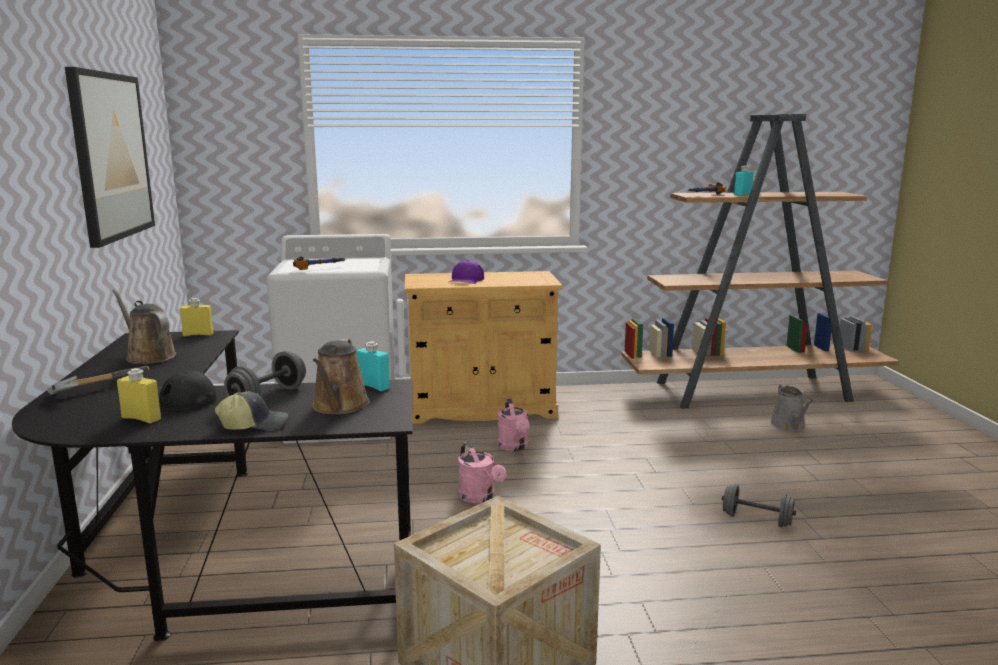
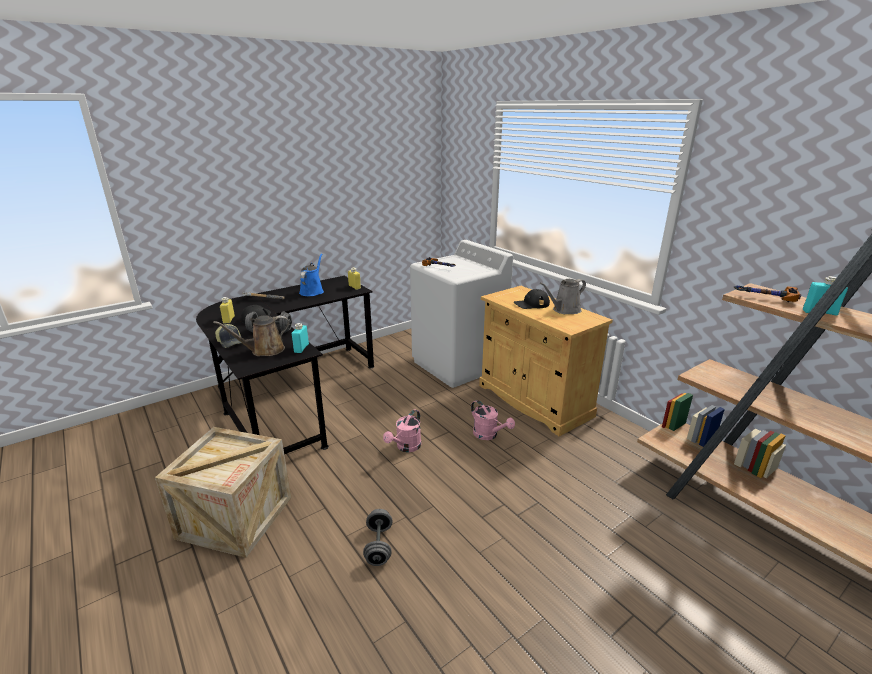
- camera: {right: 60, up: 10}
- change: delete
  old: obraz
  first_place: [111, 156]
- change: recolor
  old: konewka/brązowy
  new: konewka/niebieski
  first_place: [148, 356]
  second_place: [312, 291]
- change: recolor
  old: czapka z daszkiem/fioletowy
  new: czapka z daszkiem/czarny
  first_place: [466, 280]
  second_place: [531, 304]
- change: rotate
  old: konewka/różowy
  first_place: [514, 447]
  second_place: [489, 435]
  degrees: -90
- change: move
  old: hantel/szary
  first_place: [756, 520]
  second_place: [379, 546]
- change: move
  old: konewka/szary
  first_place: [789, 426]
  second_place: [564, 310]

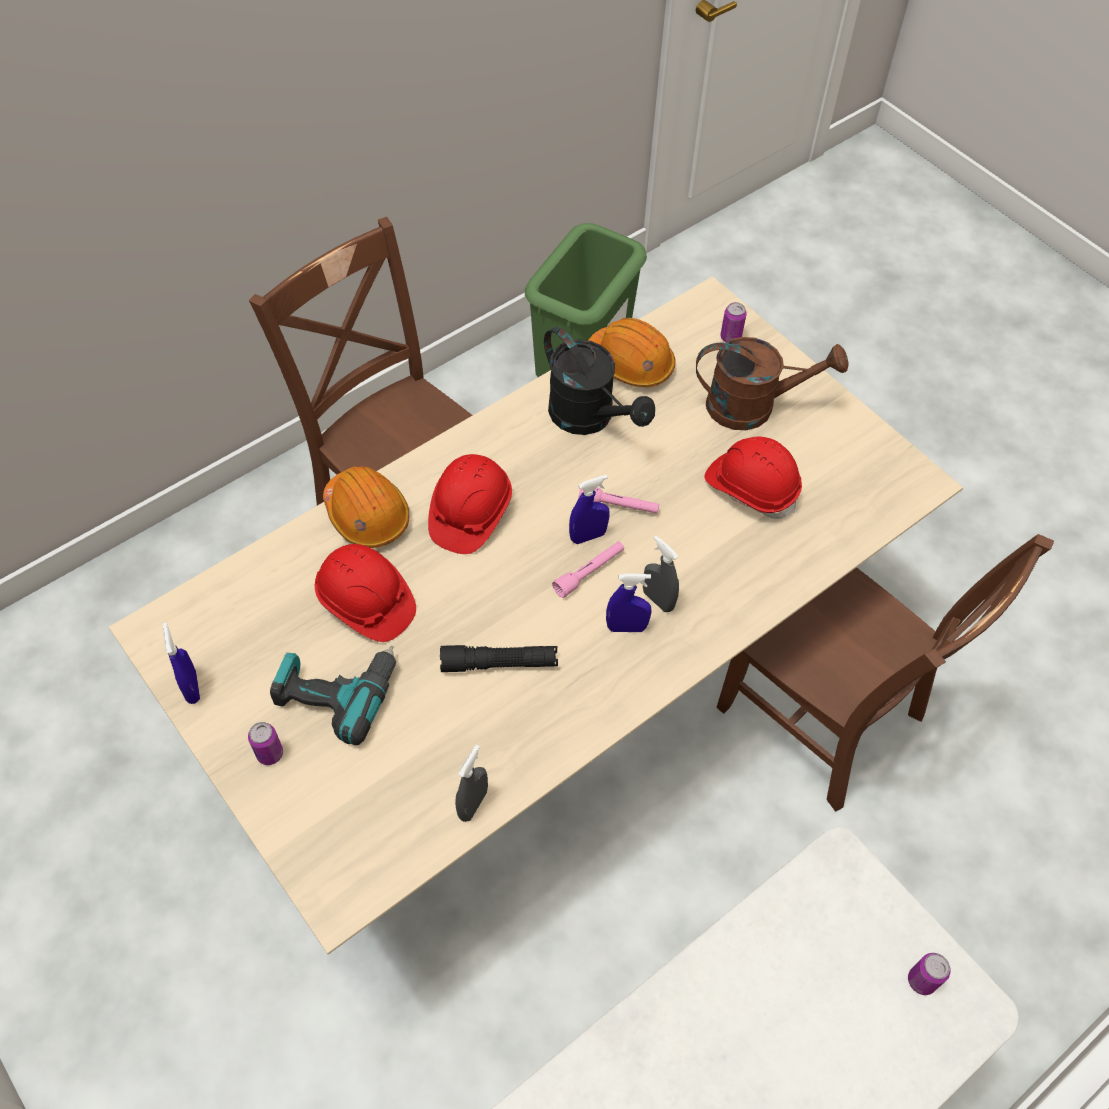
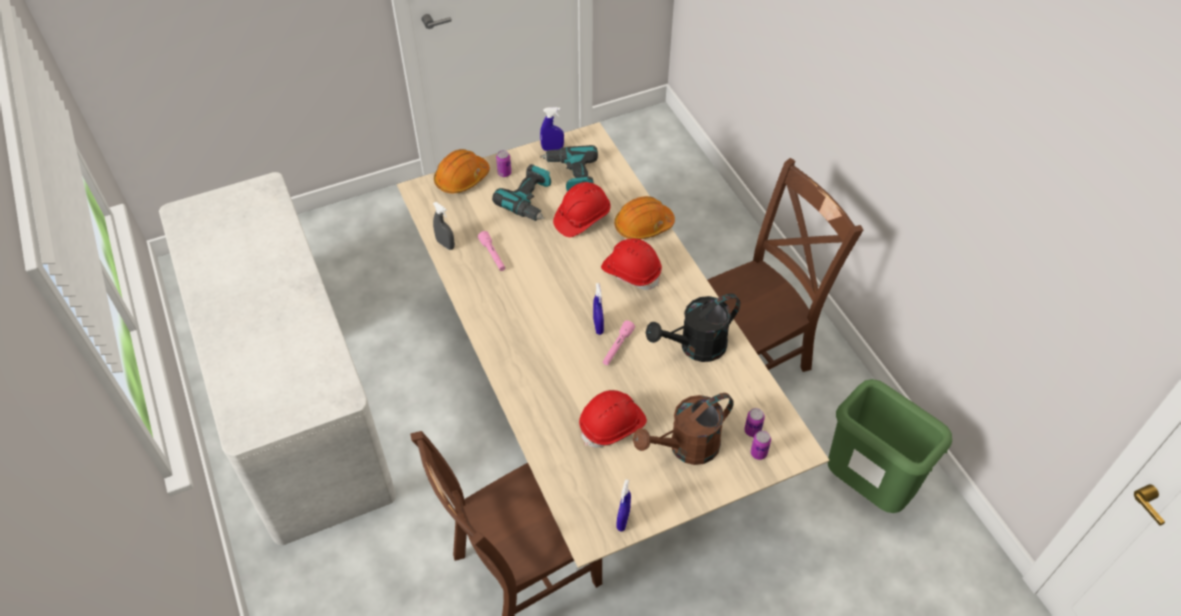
- camera: {right: 105, up: -5}
- change: delete
  old: latarka/czarny
  first_place: [499, 663]
- change: move
  old: latarka/różowy
  first_place: [589, 572]
  second_place: [493, 255]
- change: move
  old: kask/pomarańczowy
  first_place: [630, 363]
  second_place: [461, 179]
- change: move
  old: spryskiwacz/niebieski
  first_place: [626, 627]
  second_place: [623, 520]
- change: delete
  old: spryskiwacz/szary
  first_place: [658, 600]
- change: rotate
  old: konewka/brązowy
  first_place: [753, 406]
  second_place: [686, 448]
  degrees: 45
- change: move
  old: puszka
  first_place: [921, 980]
  second_place: [752, 431]
- change: insert
  new: wiertarka
  second_place: [572, 175]

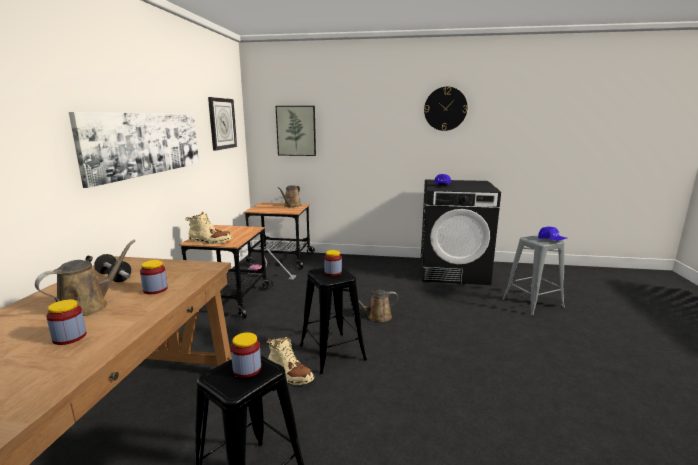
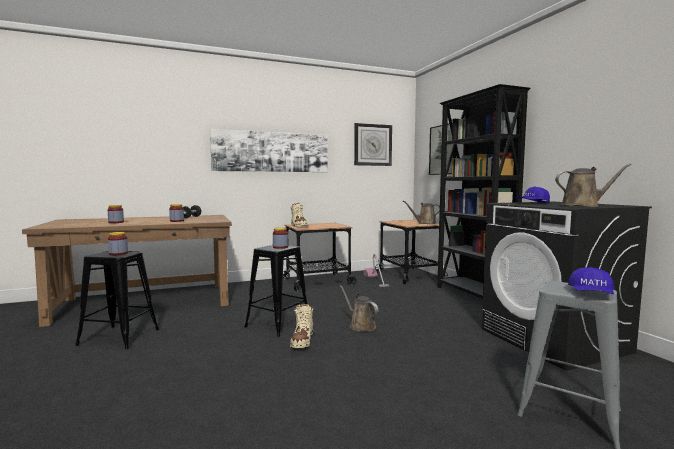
- camera: {right: 60, up: -10}
- change: move
  old: konewka/brązowy
  first_place: [88, 306]
  second_place: [583, 205]
- change: move
  old: but z cholewką/beżowy
  first_place: [290, 374]
  second_place: [302, 340]
- change: delete
  old: zegar ścienny
  first_place: [445, 109]
- change: insert
  new: regał/czarny
  second_place: [473, 296]

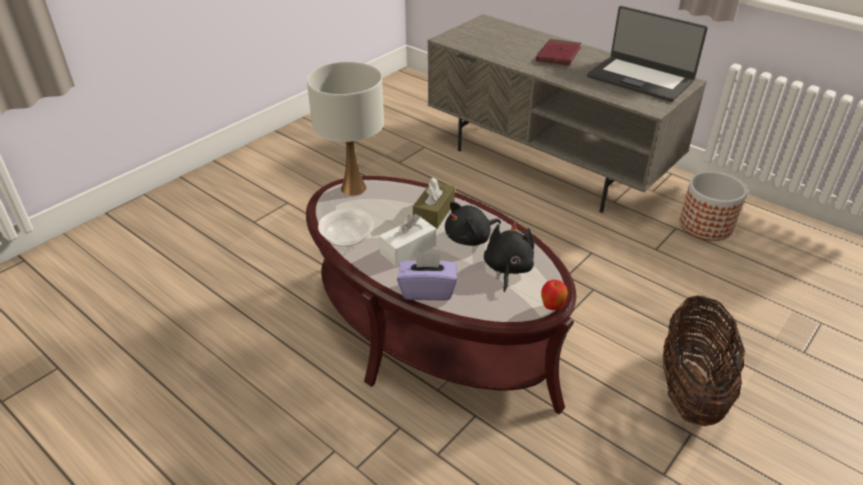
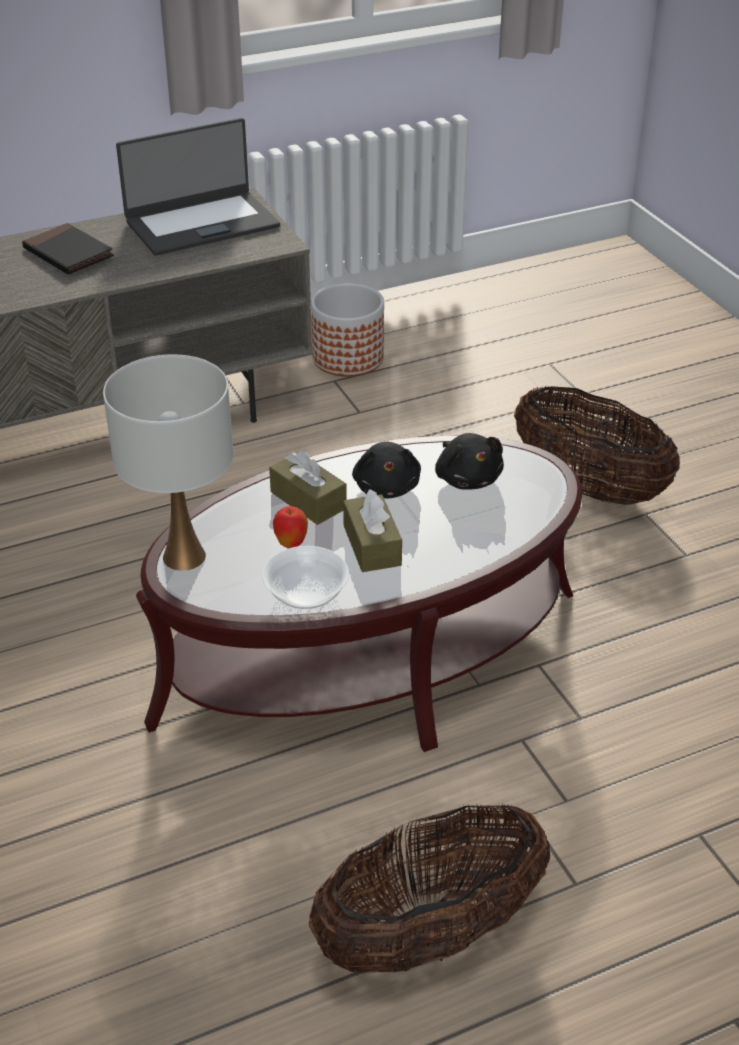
- camera: {right: -65, up: 0}
- change: recolor
  old: pudełko chusteczek/biały
  new: pudełko chusteczek/brązowy
  first_place: [408, 249]
  second_place: [372, 545]
- change: delete
  old: pudełko chusteczek/fioletowy
  first_place: [427, 290]
- change: rotate
  old: pluszak/czarny
  first_place: [507, 269]
  second_place: [467, 478]
  degrees: -150
- change: recolor
  old: książka/czerwony
  new: książka/czarny
  first_place: [558, 55]
  second_place: [68, 253]
- change: move
  old: jabłko
  first_place: [552, 307]
  second_place: [291, 544]
- change: insert
  new: koszyk
  second_place: [429, 935]

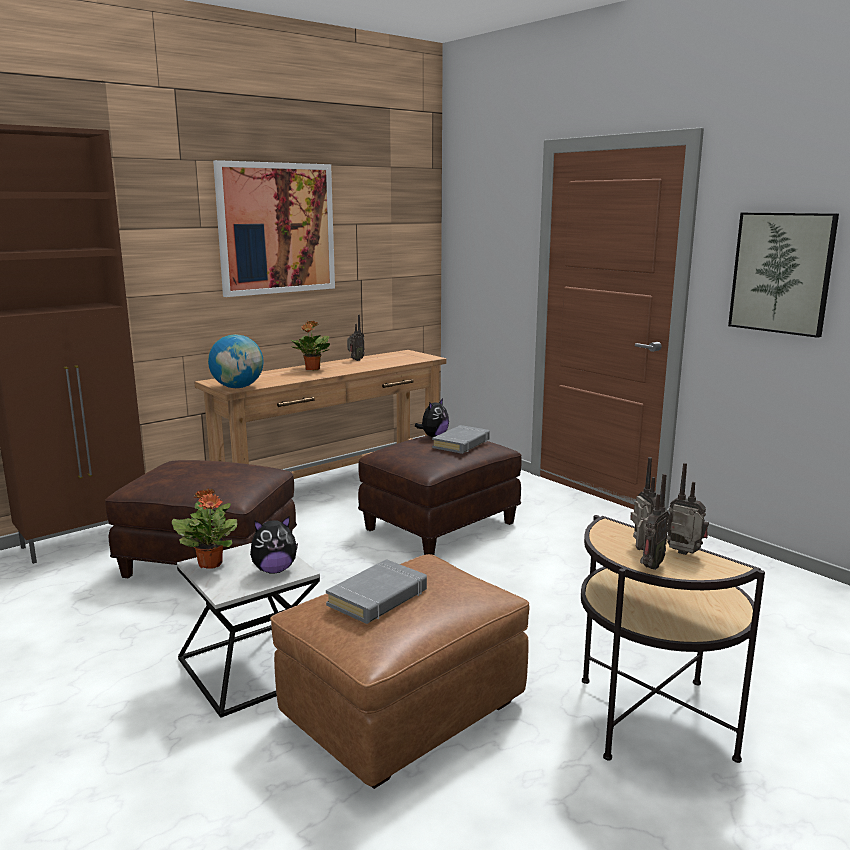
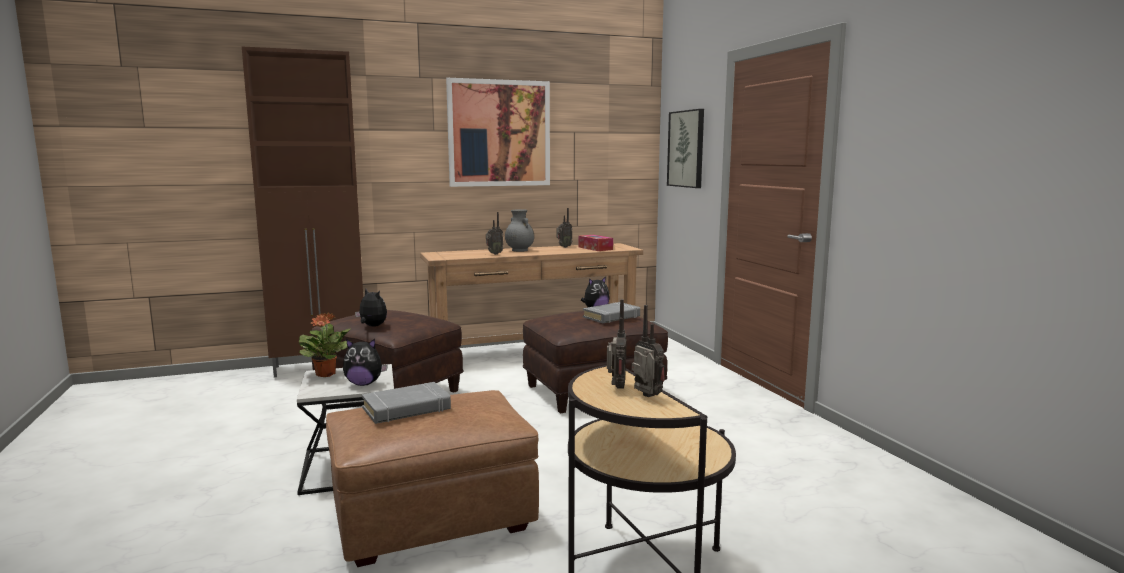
- camera: {right: 20, up: -5}
- change: delete
  old: globus
  first_place: [238, 387]
- change: replace
  old: roślina doniczkowa
  new: wazon/szary
  first_place: [312, 369]
  second_place: [519, 250]
- change: move
  old: radio
  first_place: [648, 567]
  second_place: [494, 254]
- change: move
  old: obraz
  first_place: [782, 273]
  second_place: [686, 149]
- change: insert
  new: pluszak
  second_place: [372, 326]
- change: insert
  new: pudełko chusteczek
  second_place: [595, 248]

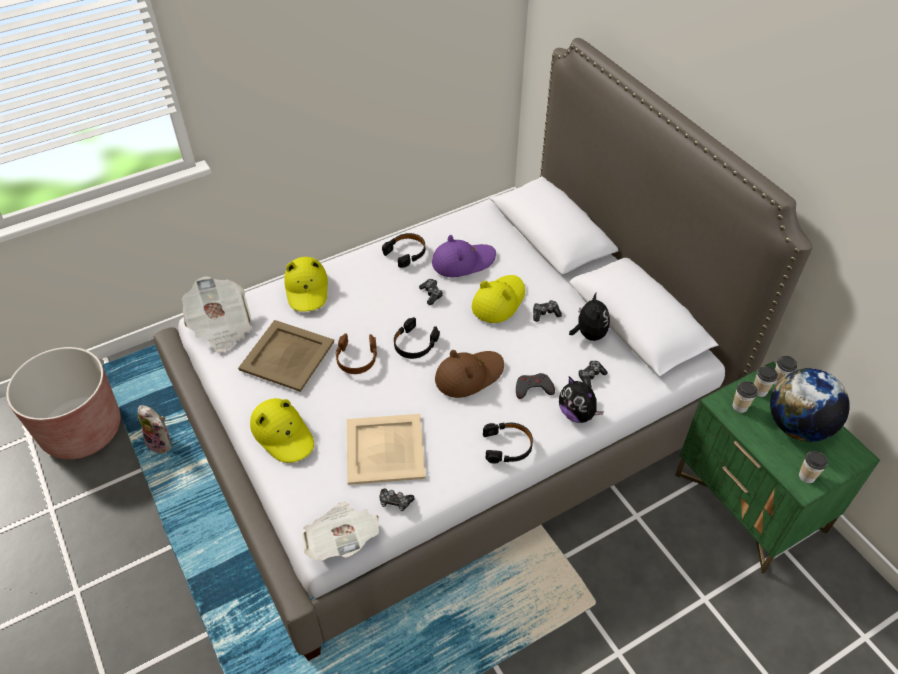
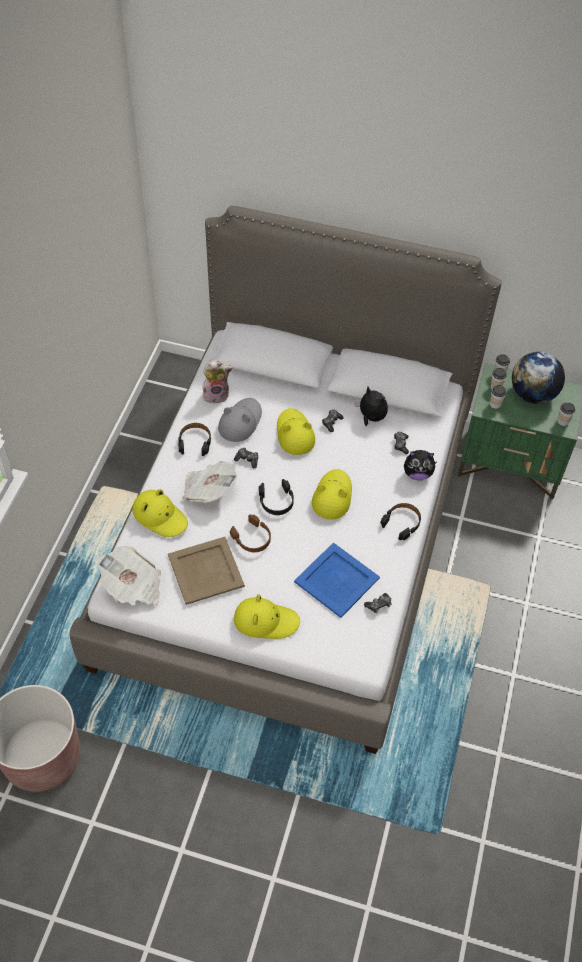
- camera: {right: -45, up: 5}
- change: move
  old: pluszak
  first_place: [162, 443]
  second_place: [216, 395]
- change: move
  old: gazeta
  first_place: [342, 540]
  second_place: [209, 490]
- change: recolor
  old: taca/beżowy
  new: taca/niebieski
  first_place: [384, 448]
  second_place: [336, 580]
- change: recolor
  old: kapelusz/fioletowy
  new: kapelusz/szary
  first_place: [463, 261]
  second_place: [240, 422]
- change: recolor
  old: kapelusz/brązowy
  new: kapelusz/żółty
  first_place: [469, 375]
  second_place: [332, 496]
- change: delete
  old: pad do gier/szary
  first_place: [533, 388]

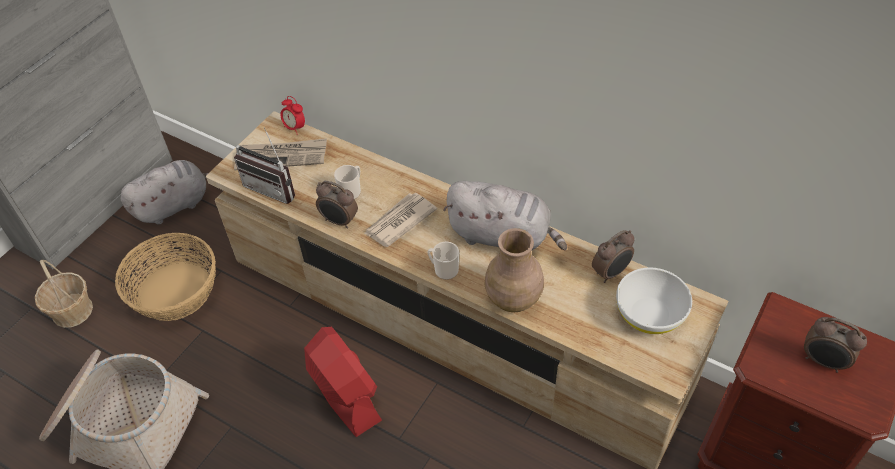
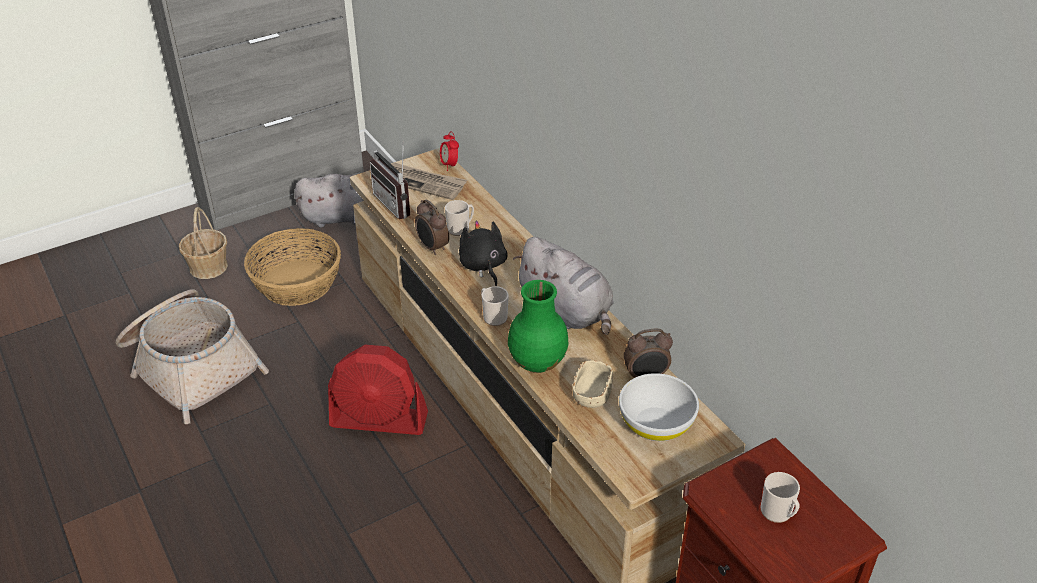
- camera: {right: 25, up: -10}
- change: rotate
  old: wentylator/czerwony
  first_place: [344, 395]
  second_place: [379, 420]
  degrees: 105
- change: replace
  old: gazeta
  new: pluszak/czarny
  first_place: [399, 221]
  second_place: [483, 266]
- change: recolor
  old: wazon/brązowy
  new: wazon/zielony
  first_place: [513, 299]
  second_place: [537, 362]
- change: replace
  old: budzik
  new: kubek
  first_place: [823, 361]
  second_place: [778, 513]
- change: insert
  new: miska/beżowy
  second_place: [591, 395]

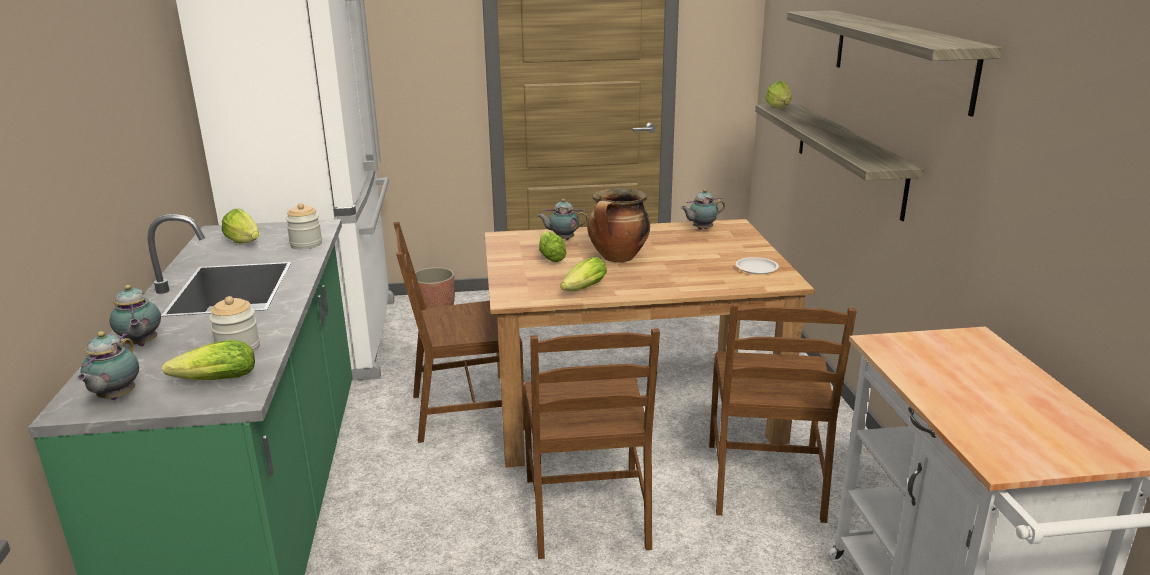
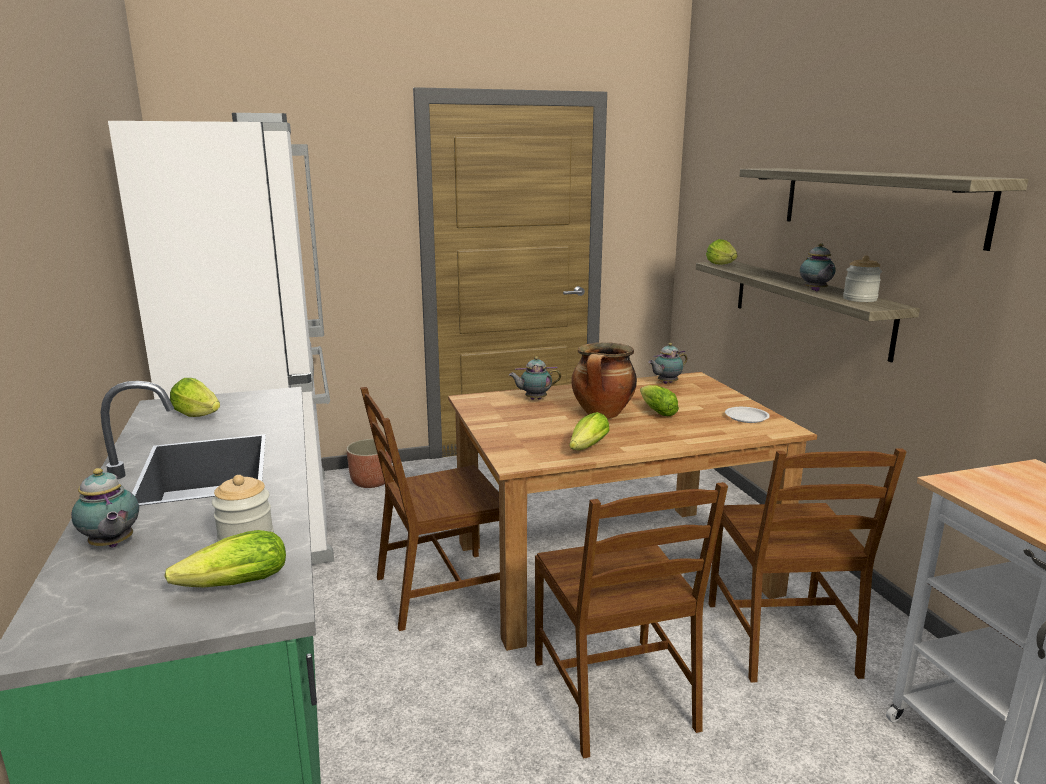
- camera: {right: -10, up: -5}
- change: move
  old: imbryk
  first_place: [115, 398]
  second_place: [815, 291]
- change: move
  old: słoik
  first_place: [306, 244]
  second_place: [859, 299]
- change: move
  old: sałata
  first_place: [551, 256]
  second_place: [655, 411]

